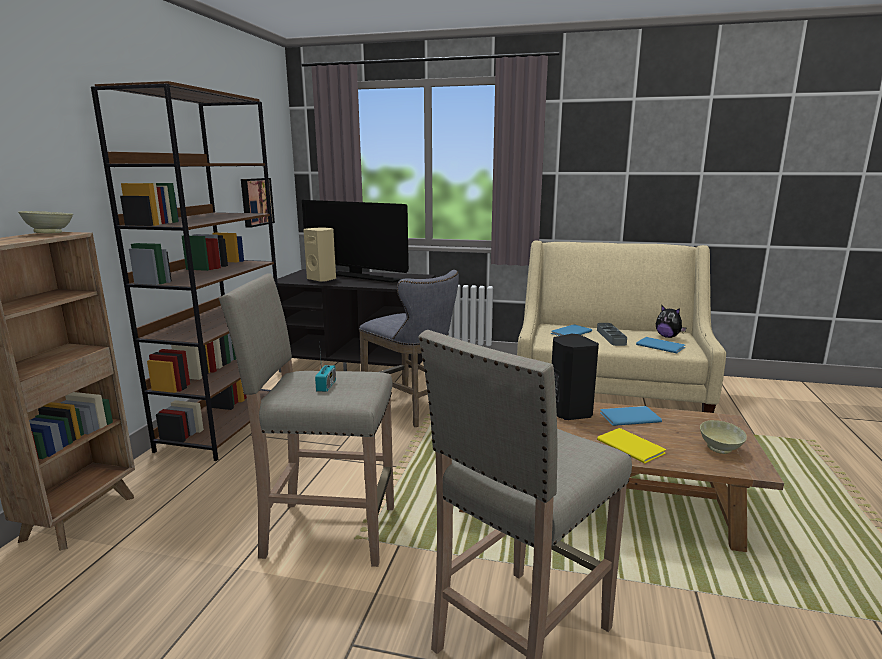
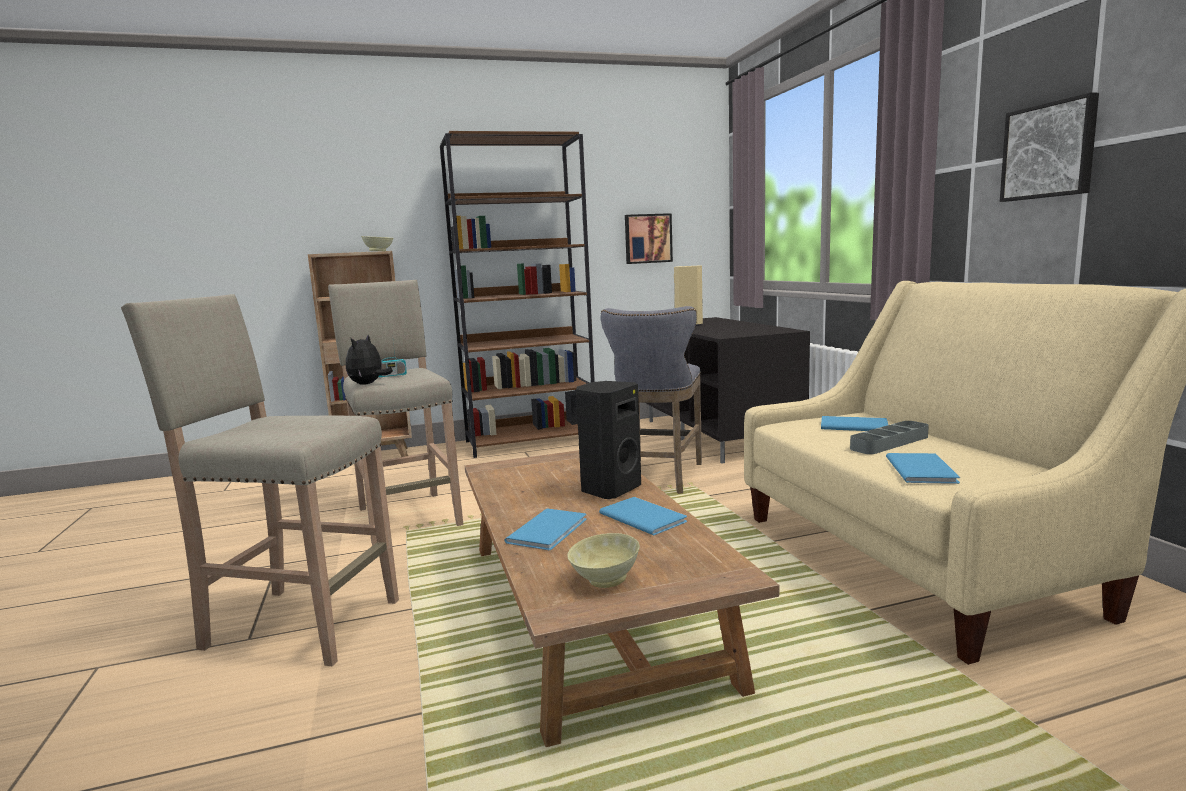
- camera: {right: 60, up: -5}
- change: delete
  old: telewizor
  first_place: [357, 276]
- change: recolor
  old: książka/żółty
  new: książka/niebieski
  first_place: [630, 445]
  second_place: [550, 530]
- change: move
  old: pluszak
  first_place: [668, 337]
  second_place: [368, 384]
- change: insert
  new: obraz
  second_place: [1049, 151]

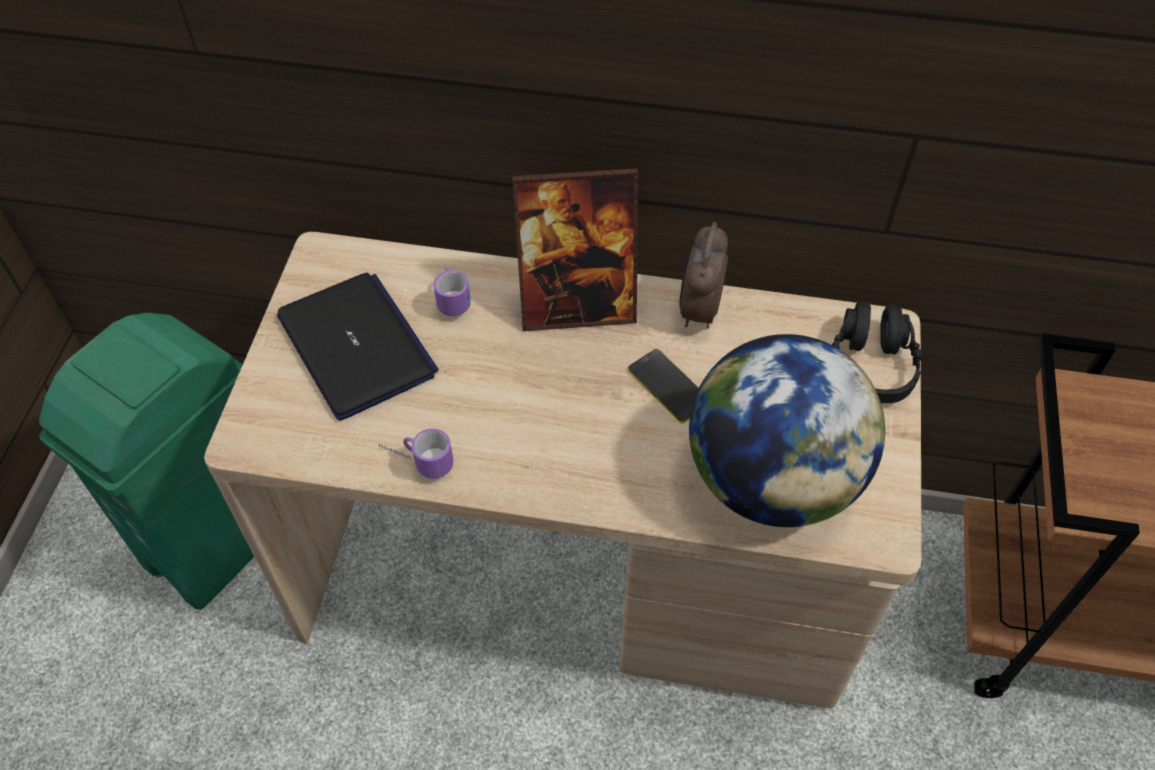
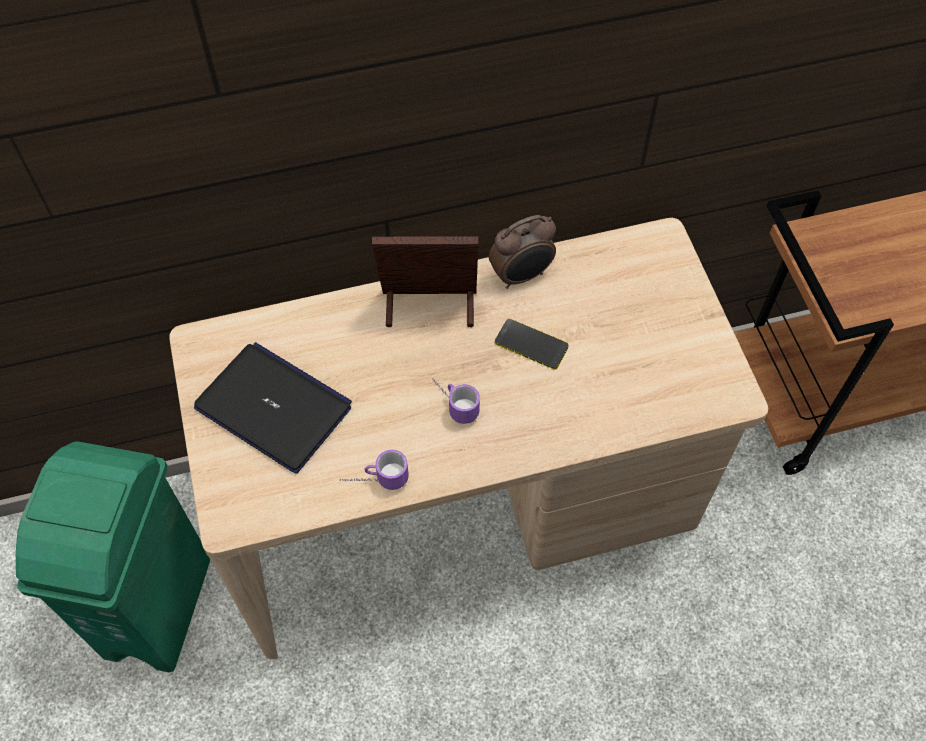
- camera: {right: -25, up: 5}
- change: move
  old: kubek
  first_place: [451, 295]
  second_place: [453, 402]
- change: rotate
  old: ramka na zdjęcie
  first_place: [577, 306]
  second_place: [429, 307]
  degrees: -150
- change: rotate
  old: budzik
  first_place: [698, 311]
  second_place: [522, 276]
  degrees: -105
- change: delete
  old: globus
  first_place: [772, 479]
- change: delete
  old: słuchawki/czarny
  first_place: [871, 365]

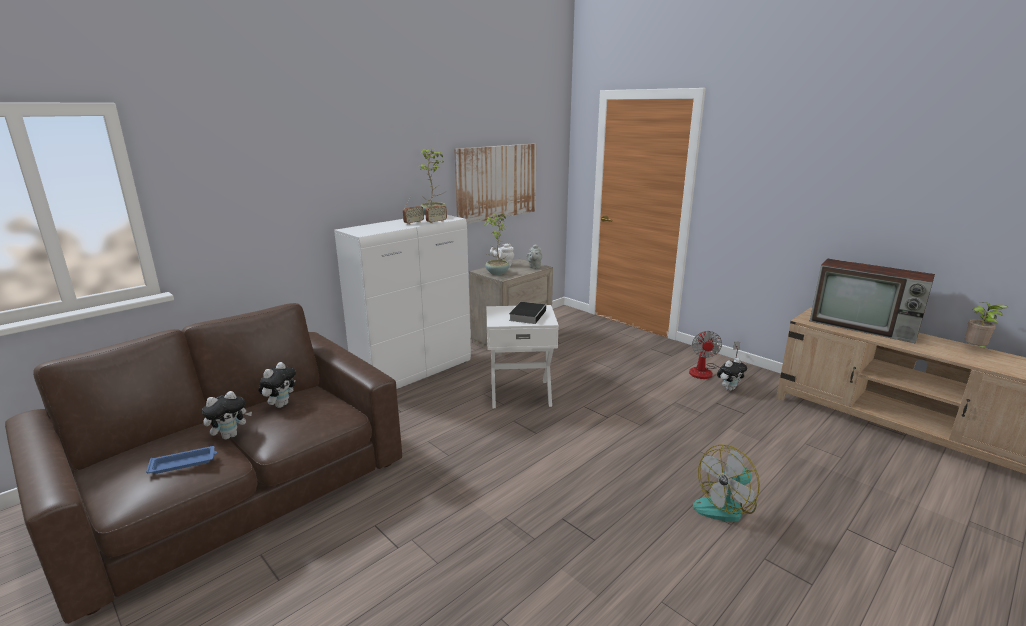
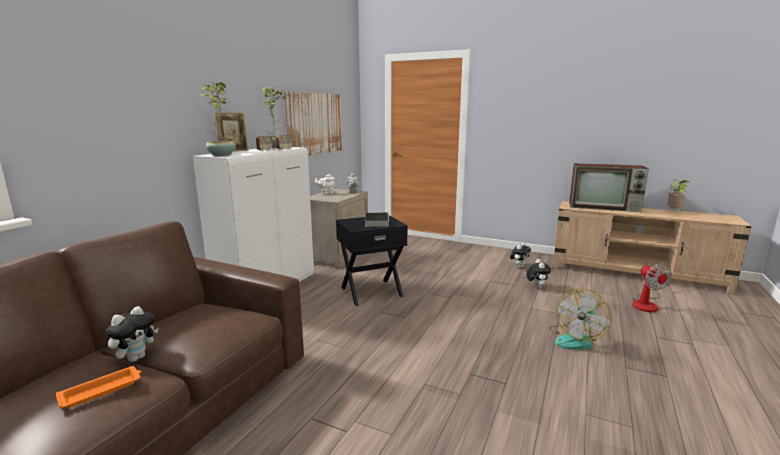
- camera: {right: -20, up: -5}
- change: recolor
  old: taca/niebieski
  new: taca/pomarańczowy
  first_place: [184, 463]
  second_place: [102, 390]
- change: move
  old: pluszak
  first_place: [281, 404]
  second_place: [536, 286]
- change: move
  old: roślina doniczkowa
  first_place: [496, 273]
  second_place: [221, 155]
- change: recolor
  old: stolik/biały
  new: stolik/czarny
  first_place: [520, 393]
  second_place: [371, 291]
- change: move
  old: wentylator
  first_place: [706, 371]
  second_place: [646, 304]
- change: insert
  new: ramka na zdjęcie
  second_place: [233, 151]

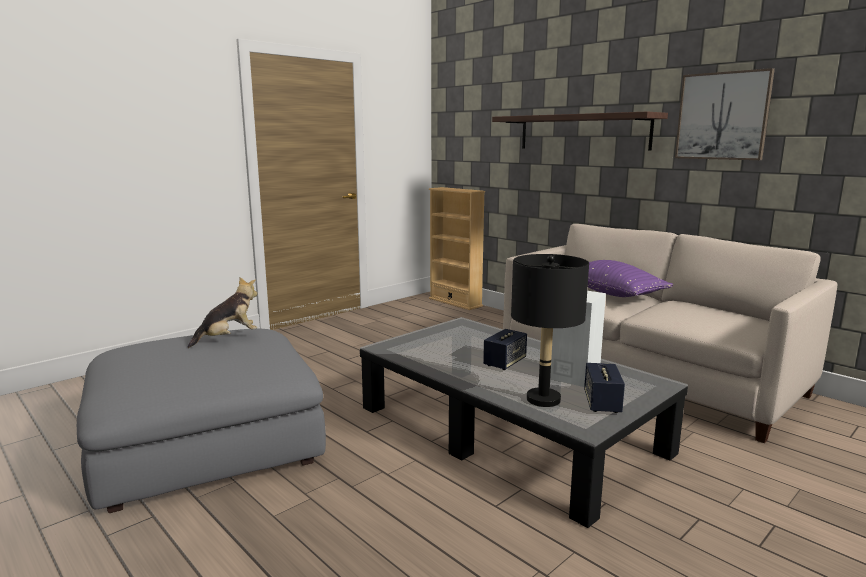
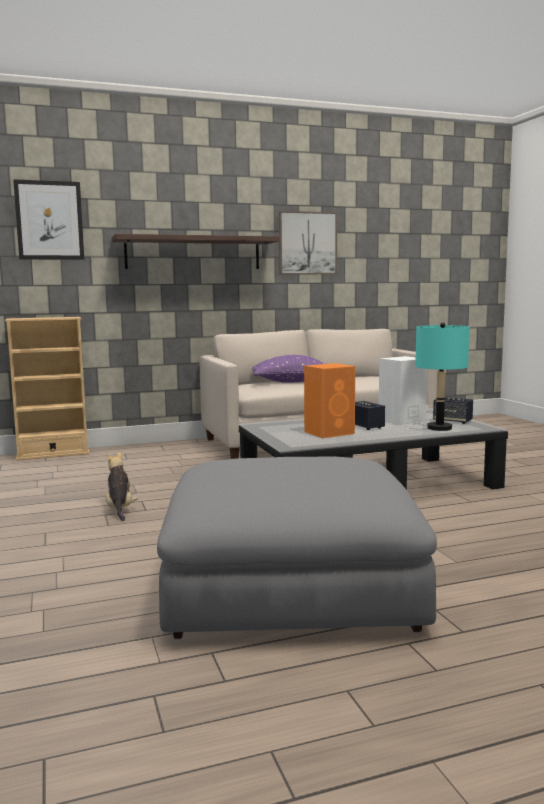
- camera: {right: -65, up: -5}
- change: move
  old: pluszak
  first_place: [228, 338]
  second_place: [120, 509]
- change: recolor
  old: lampa stołowa/czarny
  new: lampa stołowa/turkusowy
  first_place: [543, 400]
  second_place: [439, 428]
- change: insert
  new: obraz
  second_place: [49, 220]
- change: insert
  new: głośnik/pomarańczowy
  second_place: [330, 432]

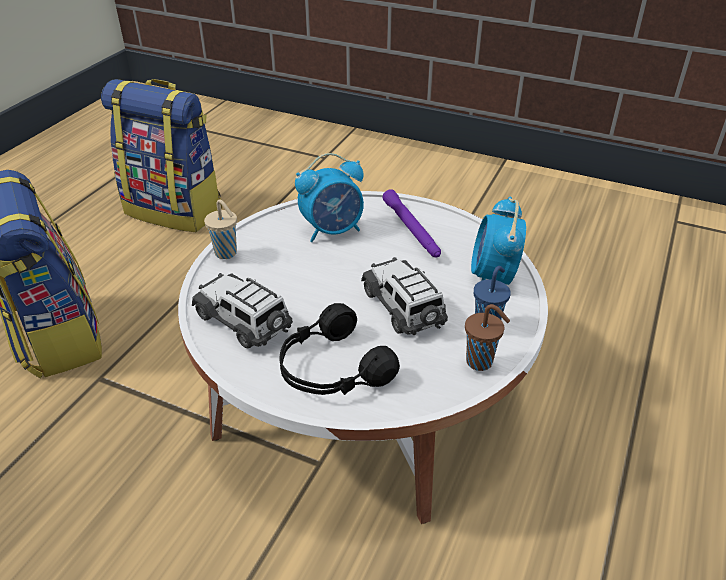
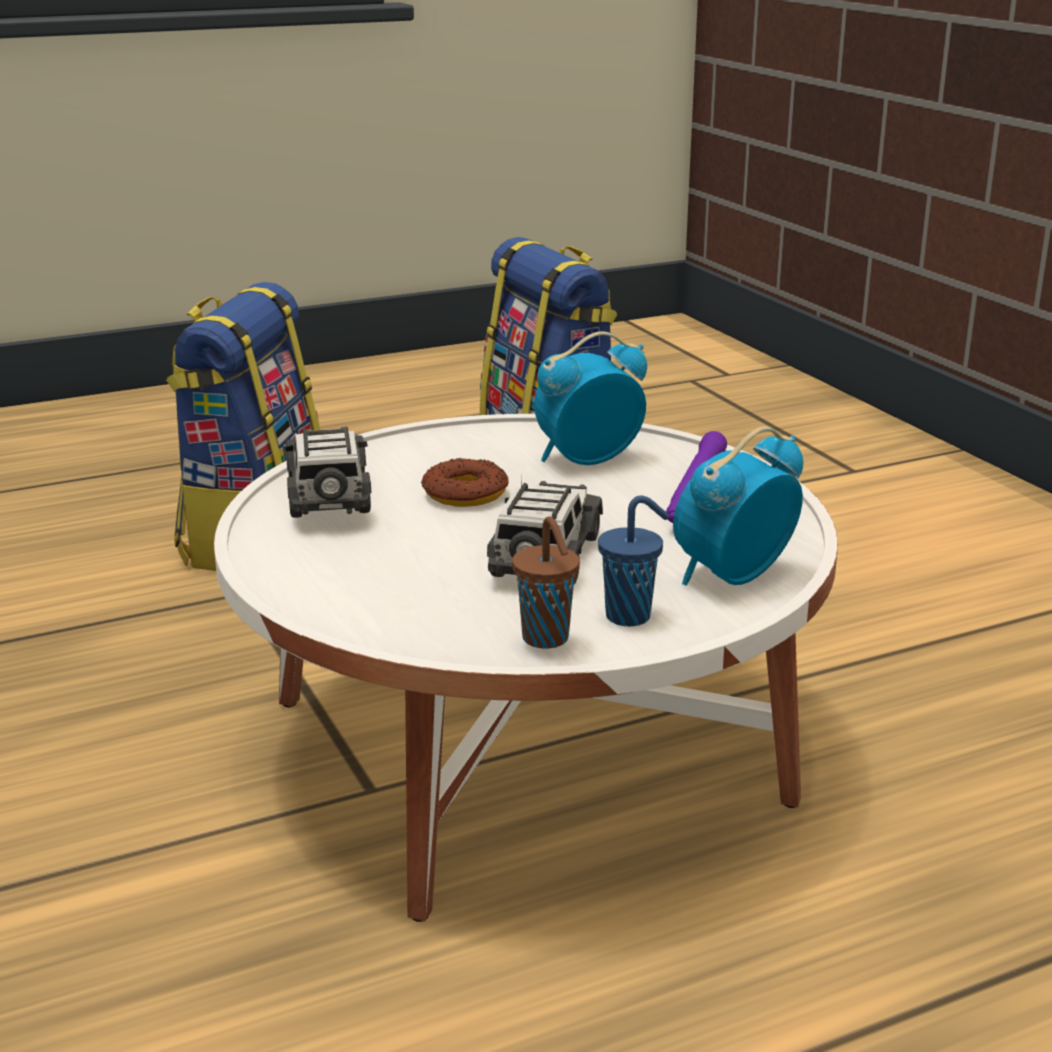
- camera: {right: 40, up: -15}
- change: delete
  old: filiżanka/beżowy
  first_place: [227, 254]
- change: delete
  old: słuchawki/czarny
  first_place: [331, 369]
- change: rotate
  old: budzik
  first_place: [333, 231]
  second_place: [586, 460]
  degrees: 135
- change: insert
  new: donut
  second_place: [465, 493]

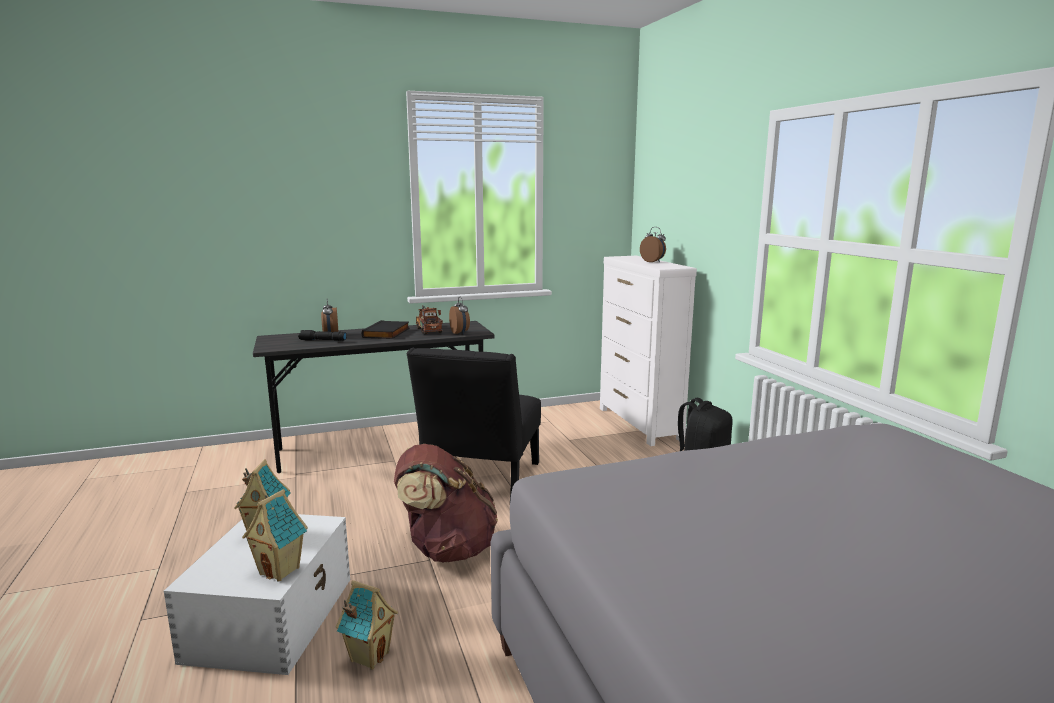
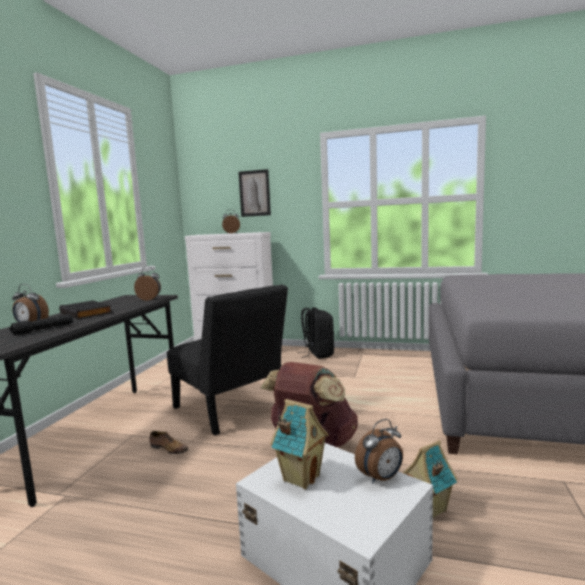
- camera: {right: -55, up: -5}
- change: replace
  old: domek
  new: budzik
  first_place: [280, 570]
  second_place: [381, 478]
- change: delete
  old: ciężarówka zabawkowa
  first_place: [428, 329]
- change: insert
  new: but
  second_place: [168, 449]
- change: insert
  new: obraz
  second_place: [254, 193]

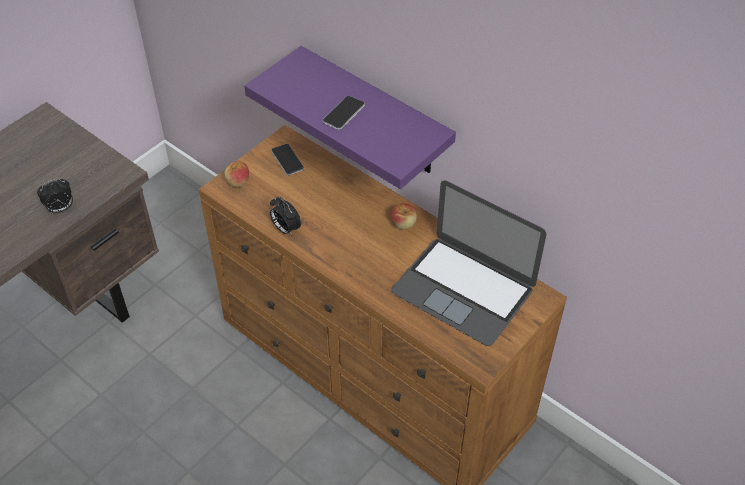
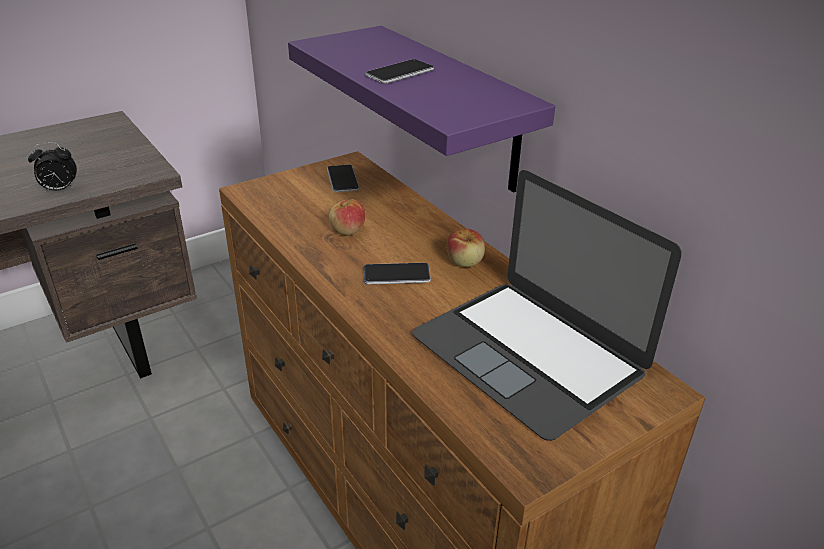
- camera: {right: 15, up: -15}
- change: move
  old: jabłko
  first_place: [238, 182]
  second_place: [347, 231]
- change: delete
  old: budzik
  first_place: [285, 229]
- change: insert
  new: telefon
  second_place: [396, 275]

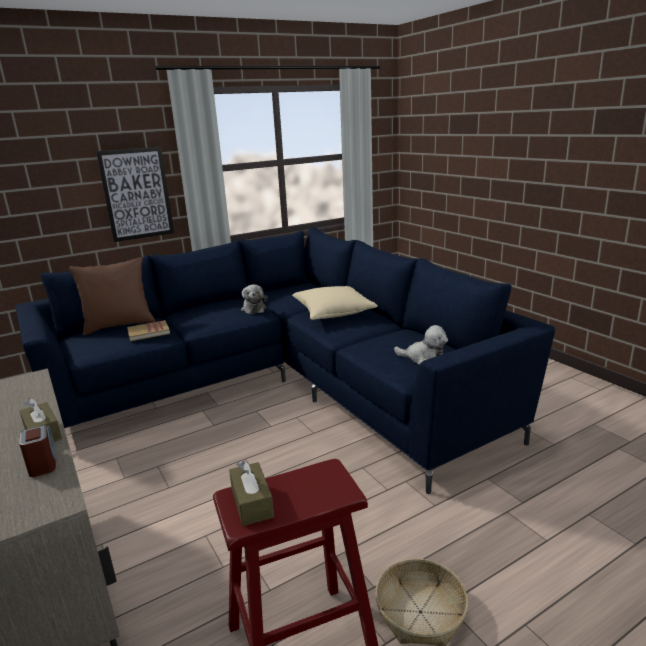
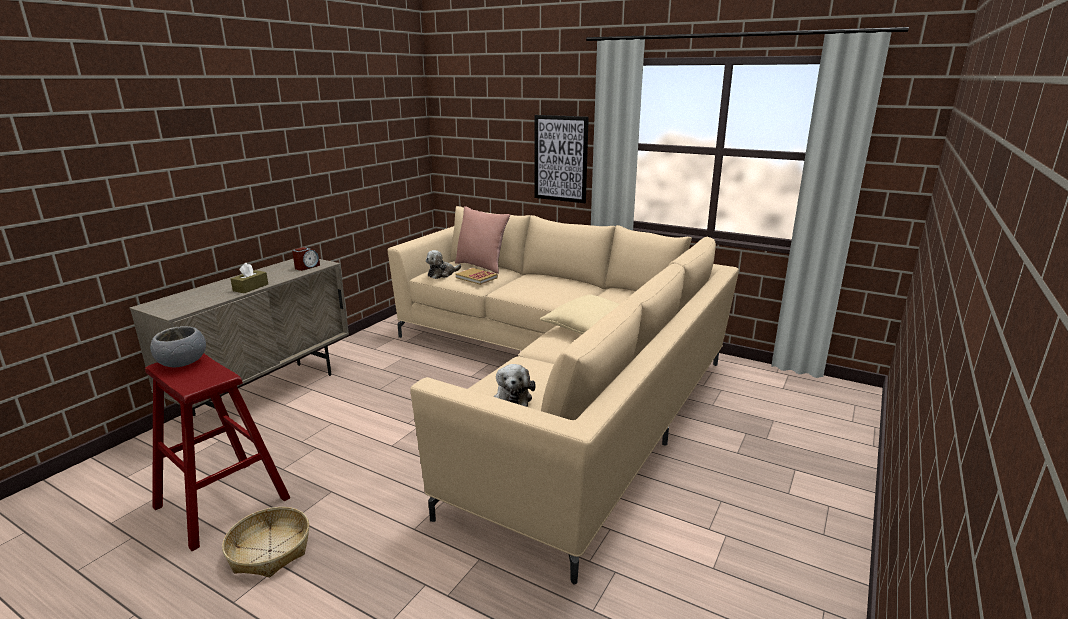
- camera: {right: 60, up: 0}
- change: recolor
  old: kanapa/niebieski
  new: kanapa/beżowy
  first_place: [282, 387]
  second_place: [559, 385]
- change: move
  old: budzik
  first_place: [43, 463]
  second_place: [307, 267]
- change: recolor
  old: poduszka/brązowy
  new: poduszka/różowy
  first_place: [119, 326]
  second_place: [481, 266]
- change: replace
  old: pudełko chusteczek/brązowy
  new: miska/szary
  first_place: [252, 503]
  second_place: [182, 362]
- change: move
  old: pluszak
  first_place: [253, 308]
  second_place: [442, 274]

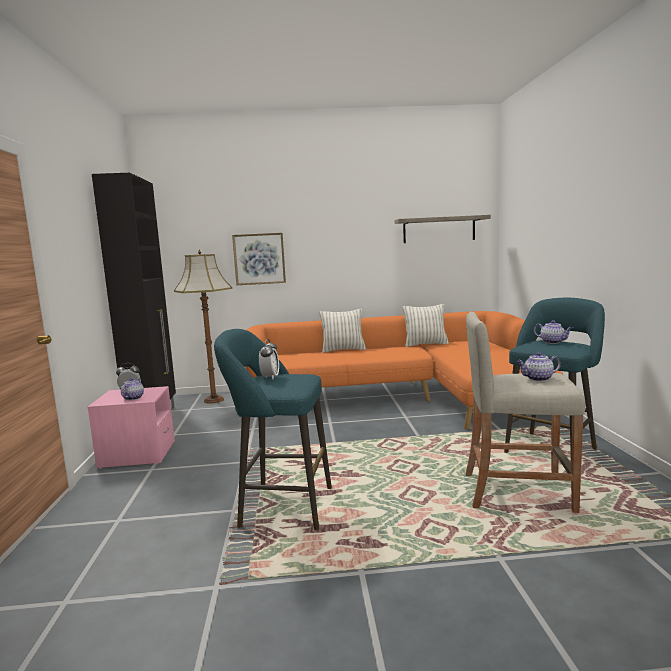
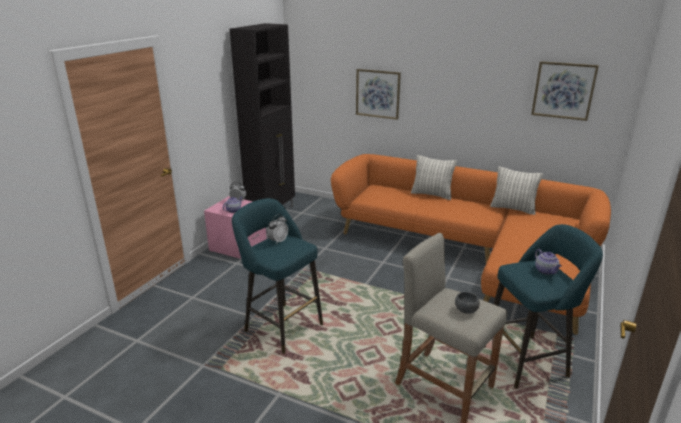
- camera: {right: 30, up: 15}
- change: delete
  old: lampa stojąca
  first_place: [214, 400]
- change: replace
  old: półka
  new: obraz
  first_place: [439, 229]
  second_place: [563, 90]
- change: replace
  old: imbryk
  new: miska/szary
  first_place: [537, 378]
  second_place: [465, 310]

